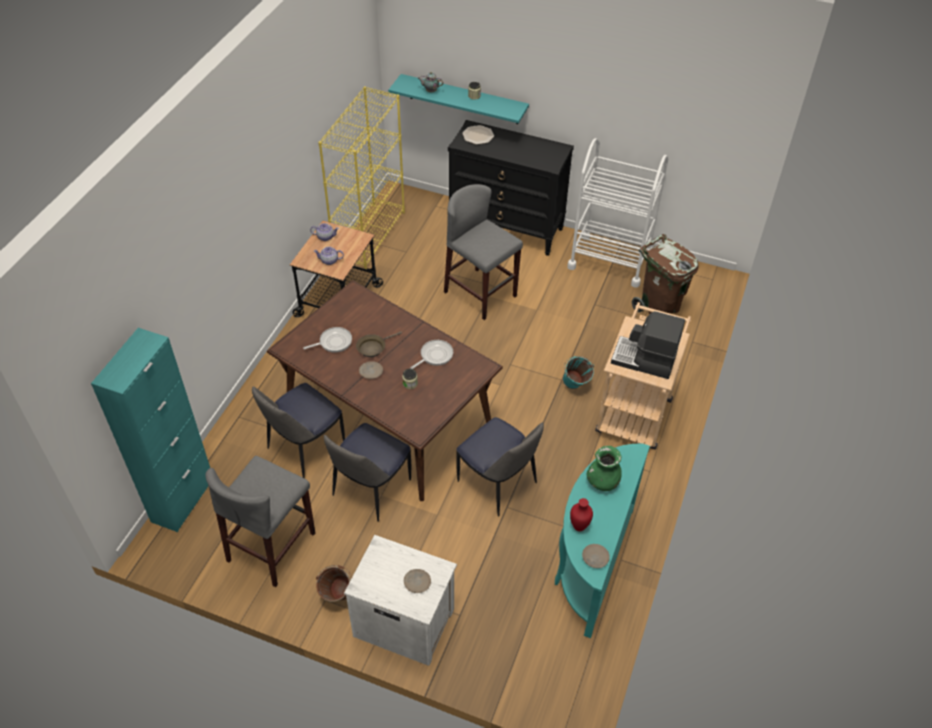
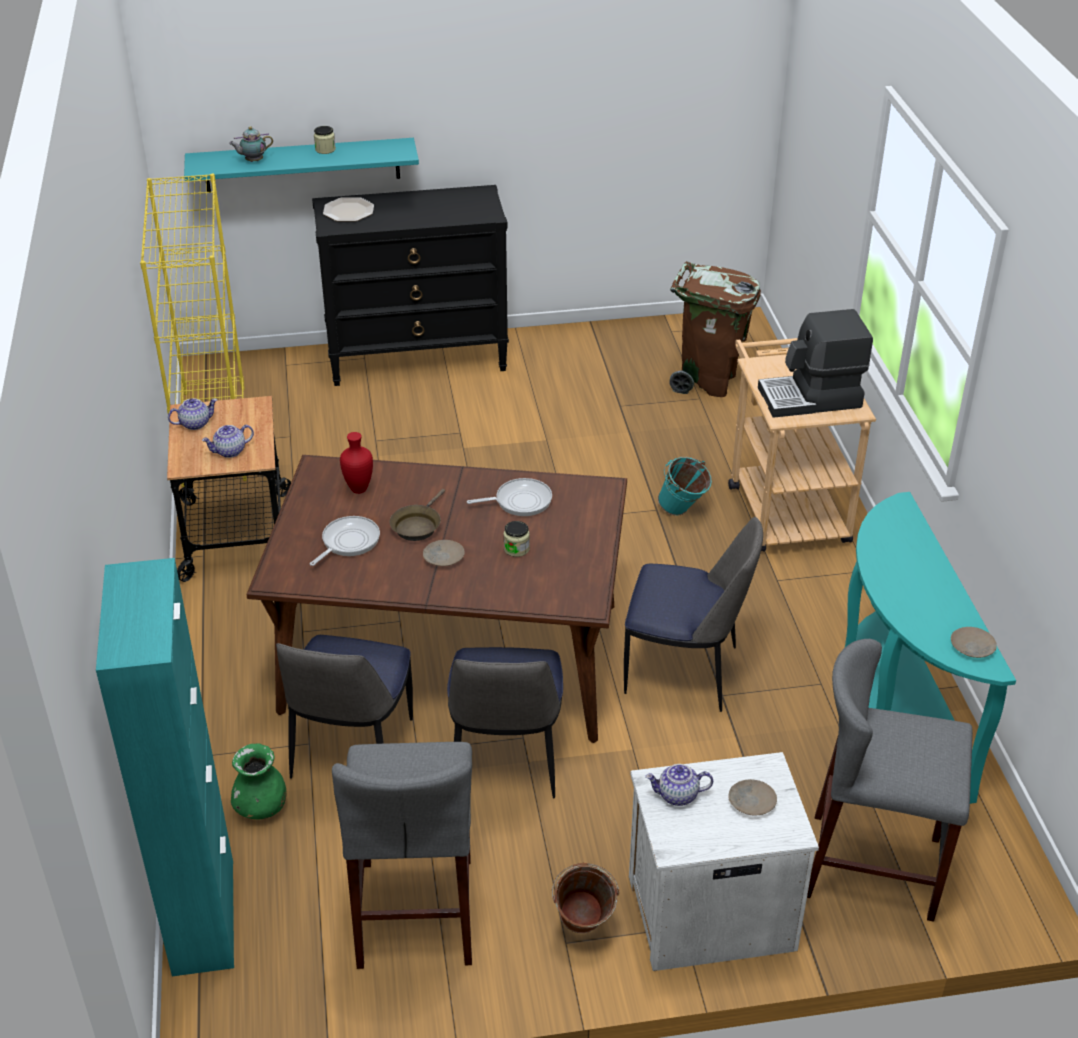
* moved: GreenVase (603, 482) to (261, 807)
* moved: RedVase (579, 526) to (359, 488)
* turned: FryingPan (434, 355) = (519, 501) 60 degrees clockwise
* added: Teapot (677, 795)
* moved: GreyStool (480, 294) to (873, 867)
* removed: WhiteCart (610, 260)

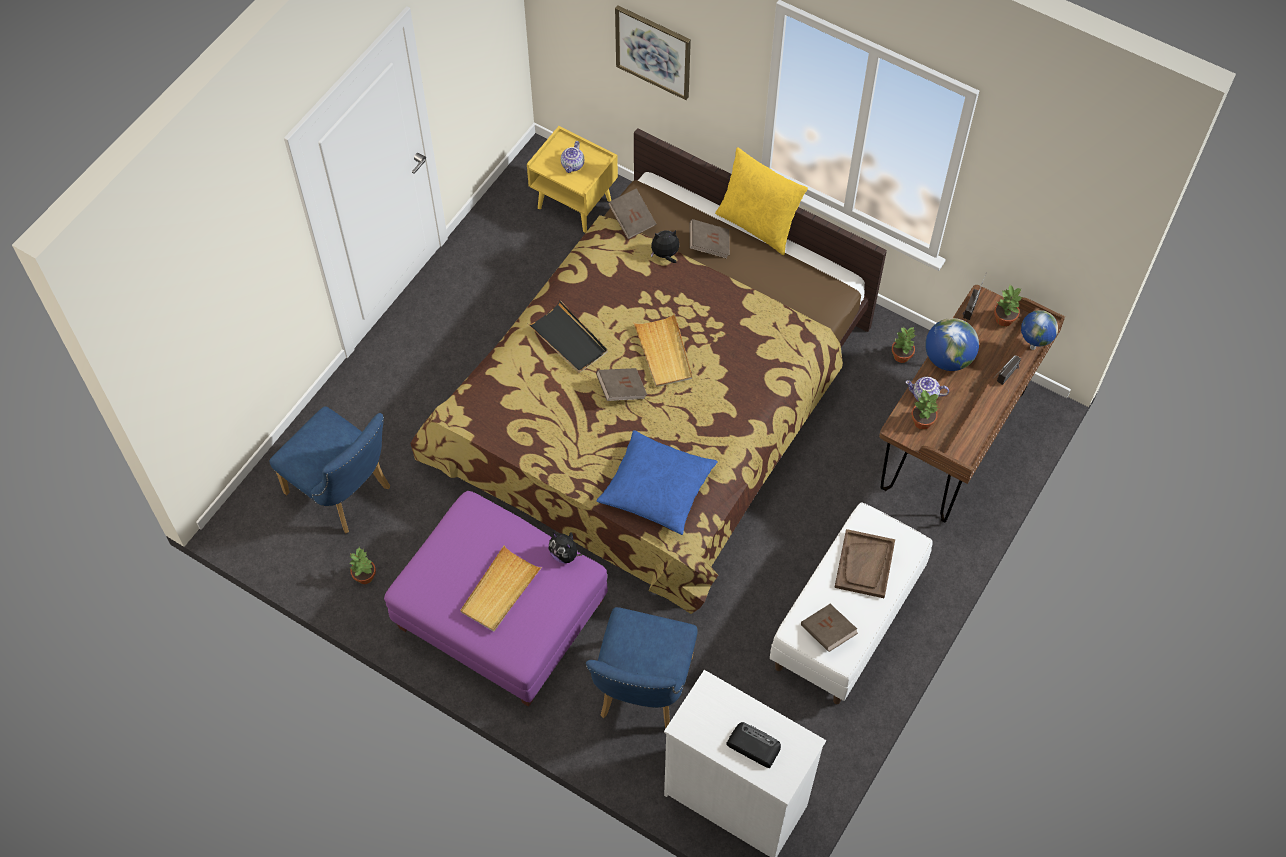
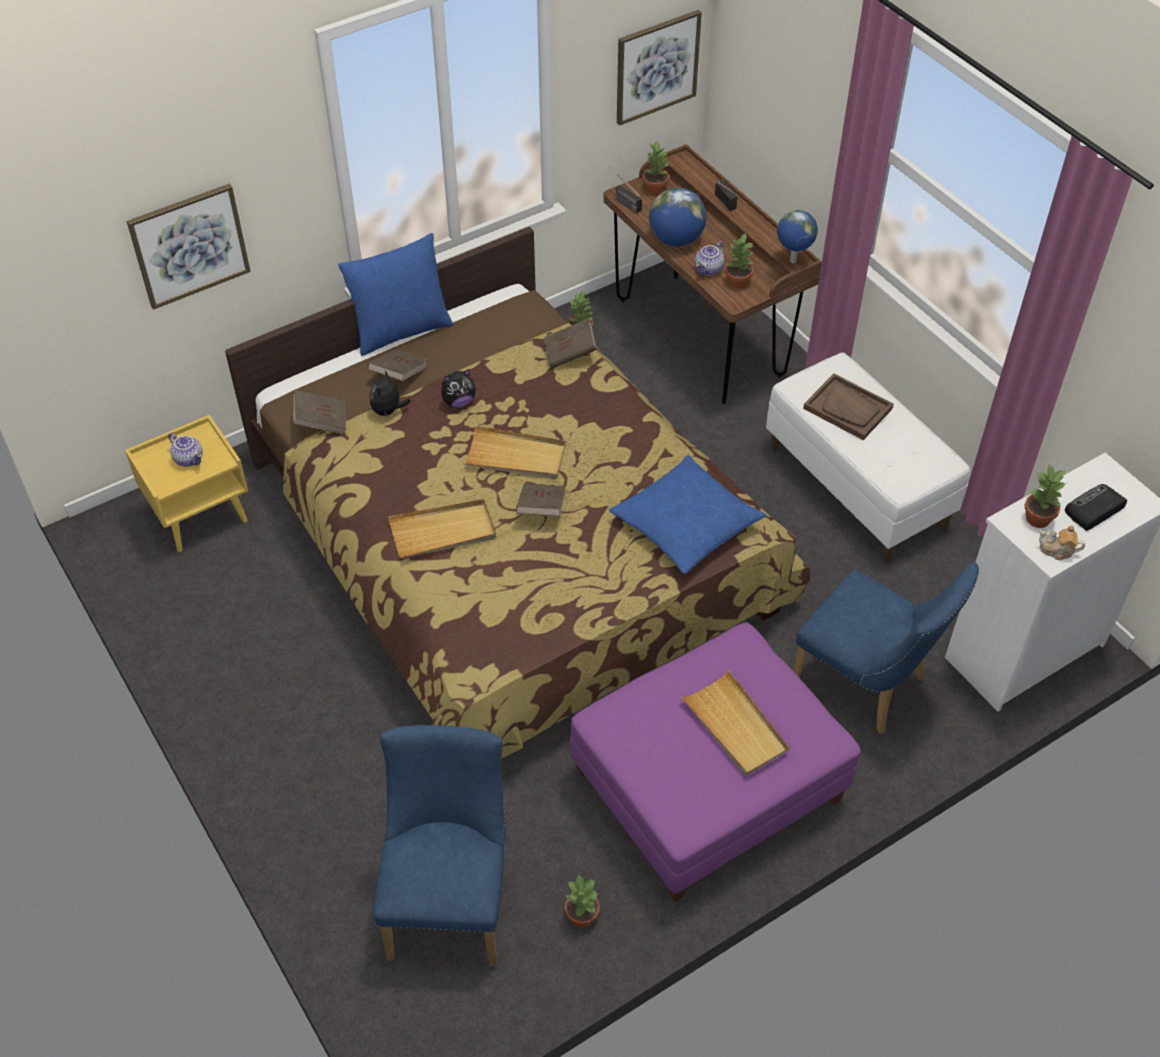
* recoloured: YellowPillow (758, 225) to BluePillow (401, 330)
* turned: BlueChair (344, 494) = (450, 899) 60 degrees counterclockwise
* recoloured: BlackTray (568, 340) to BeigeTray (443, 532)
* moved: PlushToy (565, 554) to (458, 401)
* moved: BrownBook (827, 632) to (570, 354)
* added: Picture (656, 67)
* moved: Globe (1031, 347) to (792, 261)
* added: PottedPlant (1038, 518)
* added: Teapot (1057, 551)

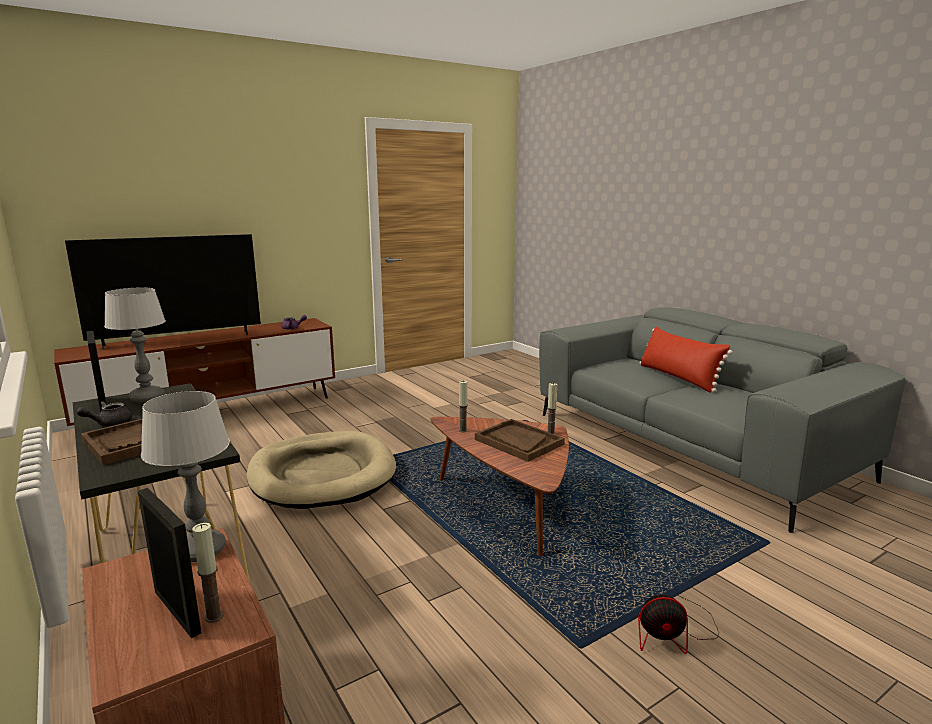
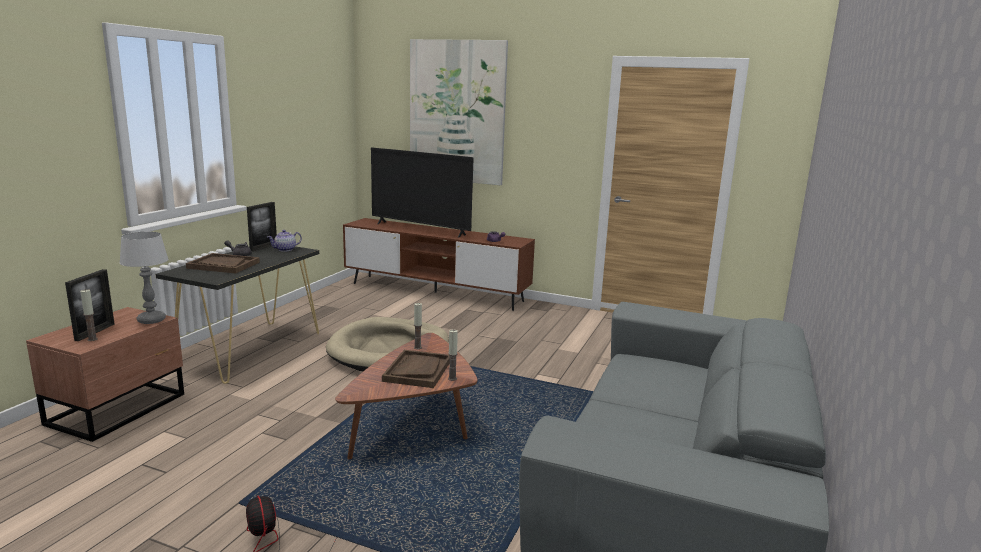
* replaced: TableLamp (148, 397) to Teapot (285, 250)
* added: Picture (457, 112)
* removed: RedPillow (678, 377)

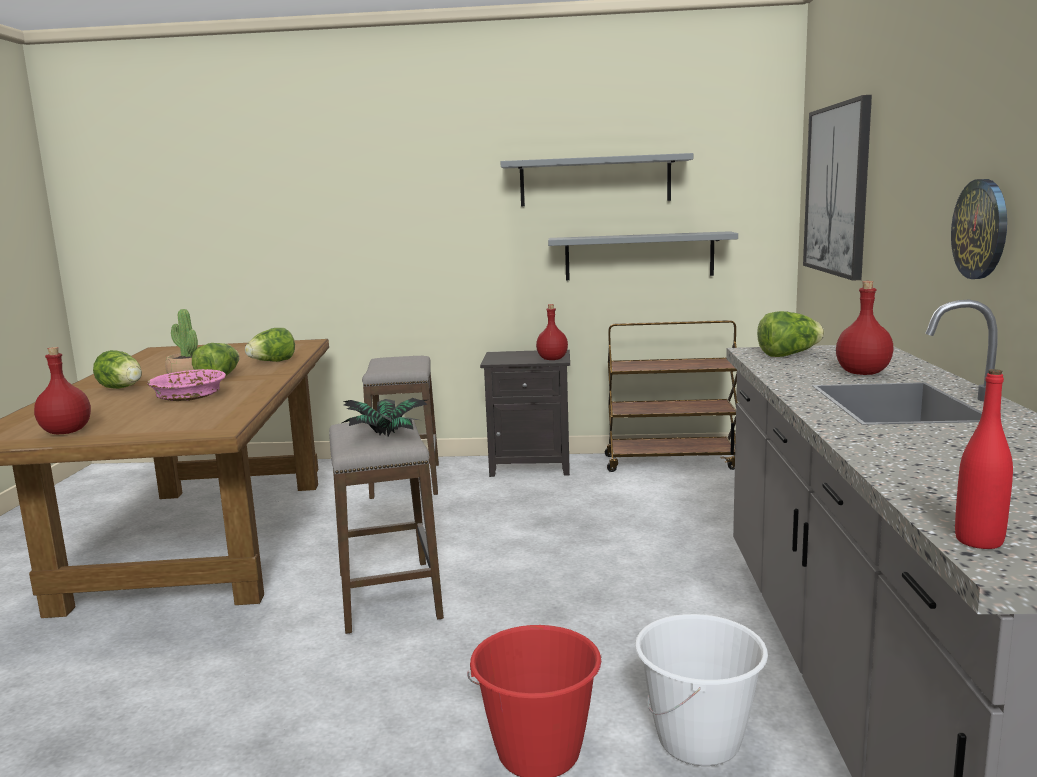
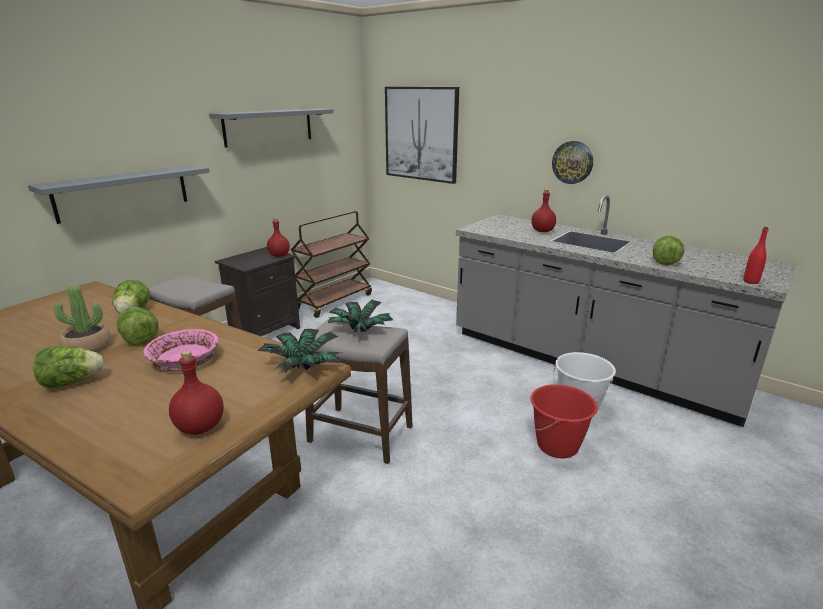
* moved: GreyShelf (639, 256) to (123, 193)
* added: PottedPlant (302, 367)
* moved: Lettuce (788, 355) to (664, 261)

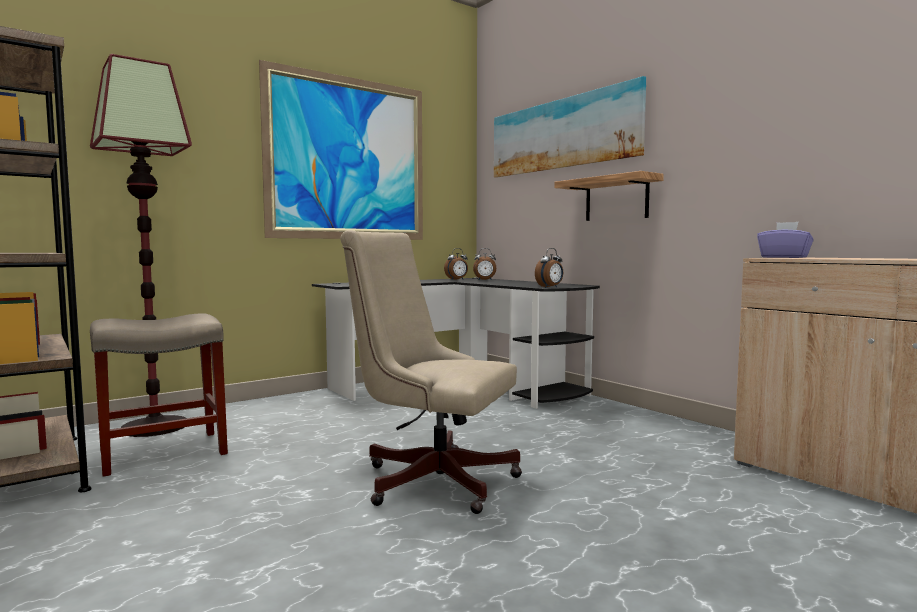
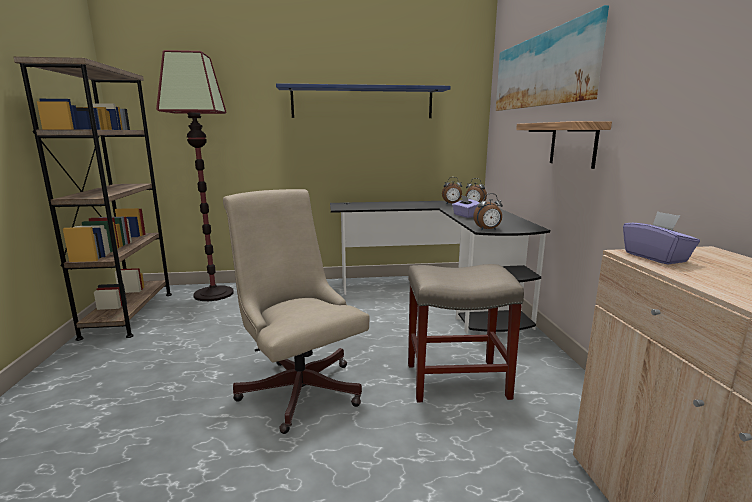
* replaced: Picture (348, 159) to BlueShelf (362, 102)
* moved: BeigeStool (161, 453) to (455, 381)
* added: PurpleTissueBox (465, 215)

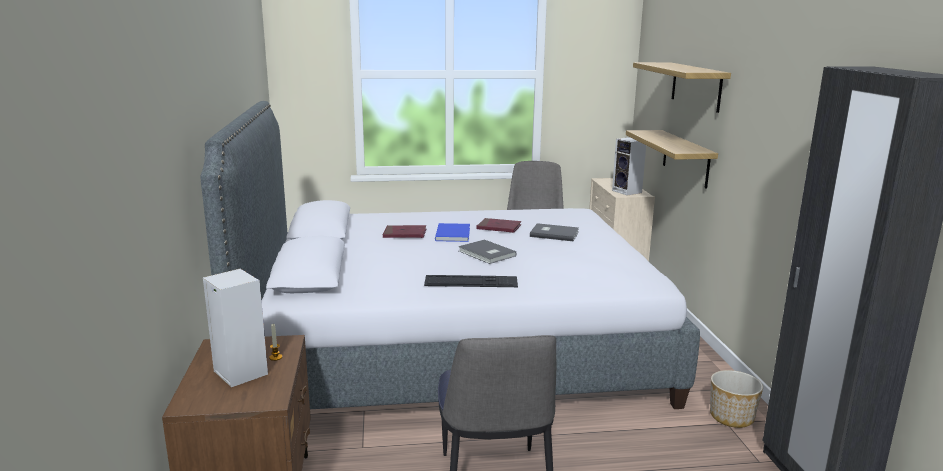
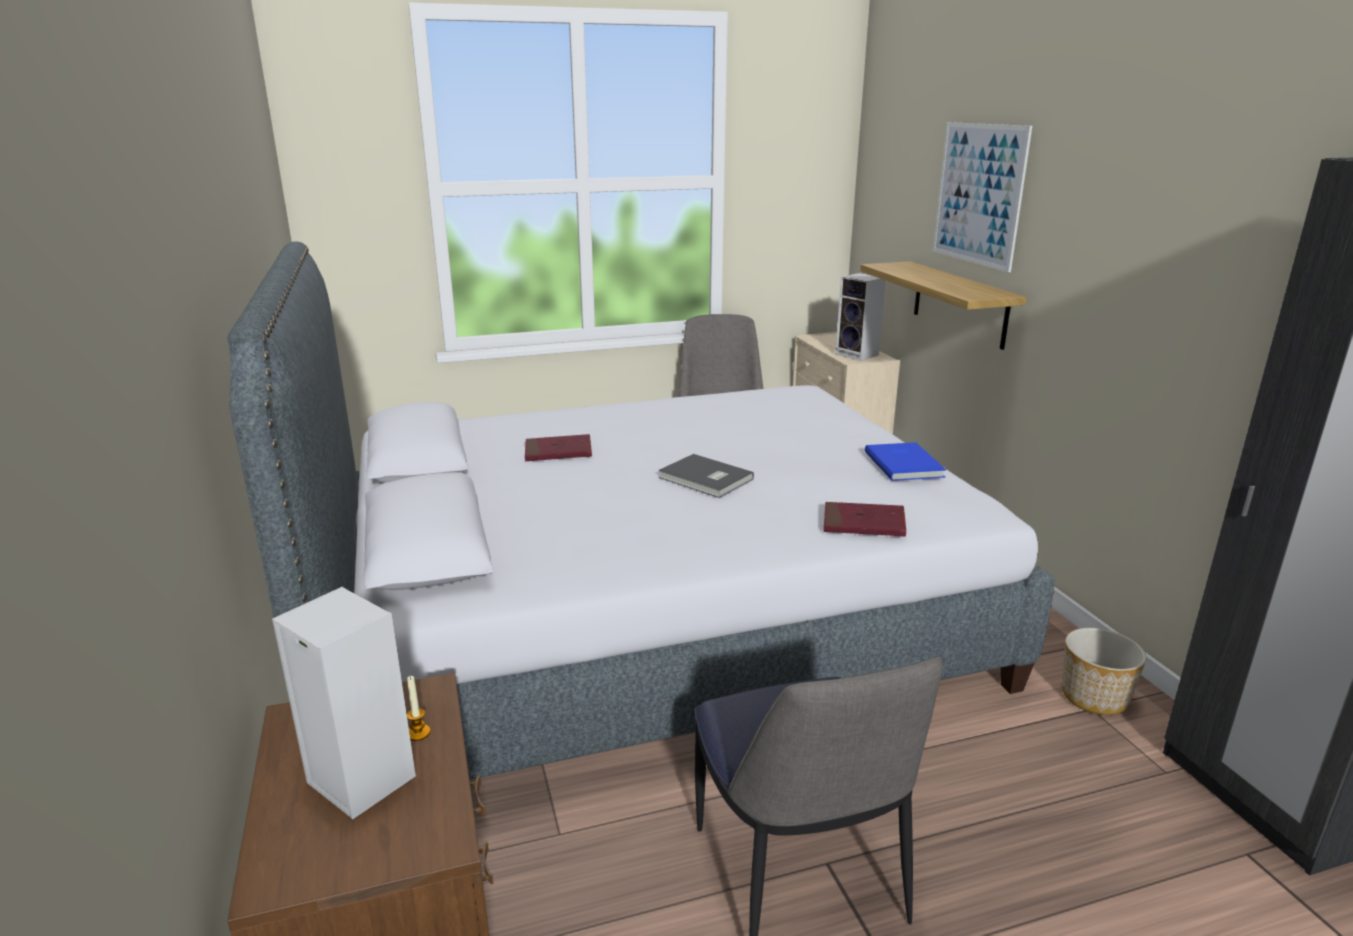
* moved: RedBook (499, 228) to (863, 524)
* moved: BlueBook (454, 234) to (905, 463)
* replaced: Shelf (696, 86) to Picture (978, 194)
* removed: Keyboard (471, 282)
* removed: GreyBook (554, 234)

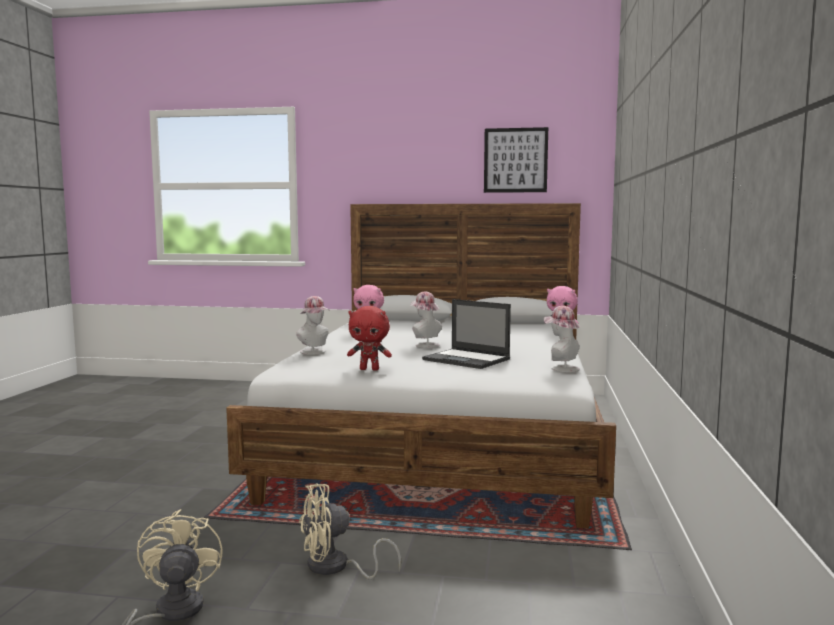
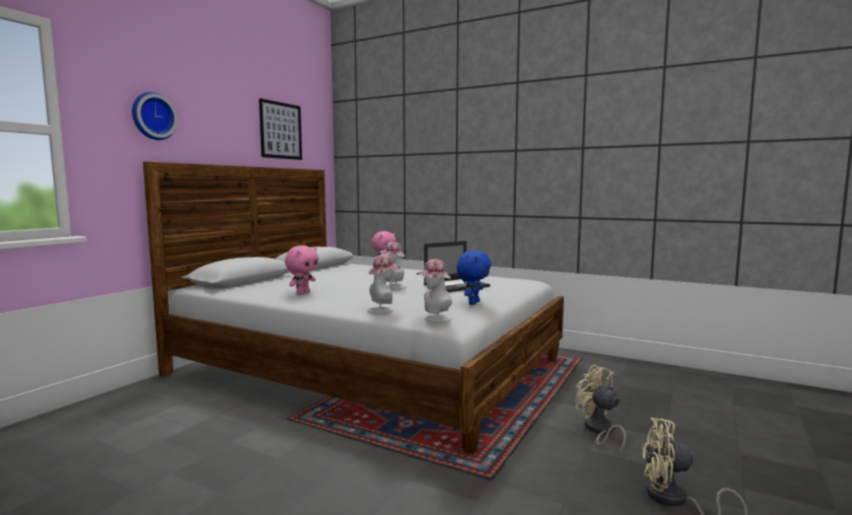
* added: WallClock (152, 116)
* moved: Hat (561, 368) to (434, 319)
* recoloured: RedPlushToy (369, 369) to BluePlushToy (473, 303)
* turned: BeigeFan (336, 568) = (599, 431) 150 degrees clockwise

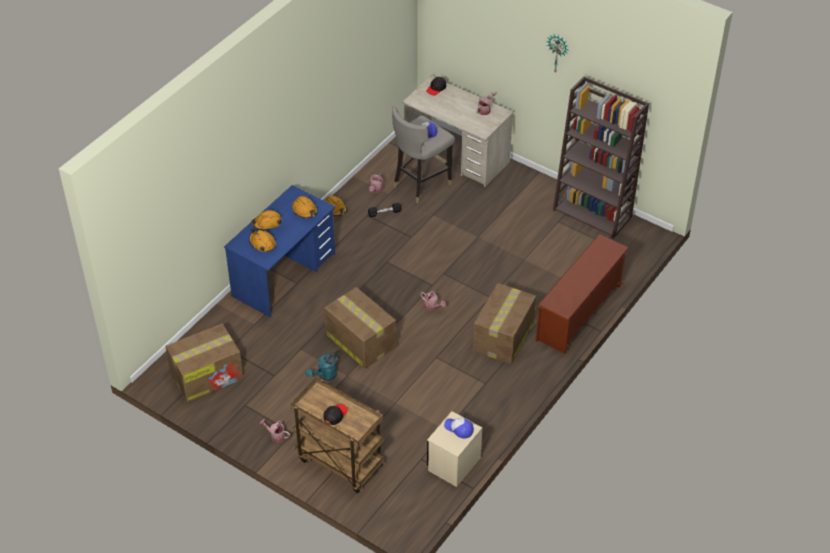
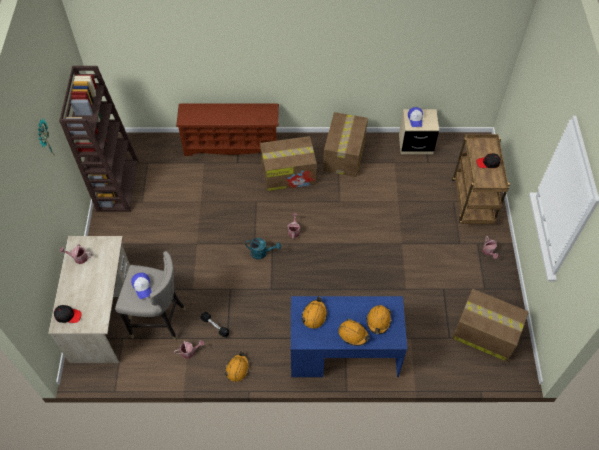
* moved: TurquoiseWateringCan (325, 375) to (262, 253)
* moved: CardboardBox (360, 340) to (344, 156)

